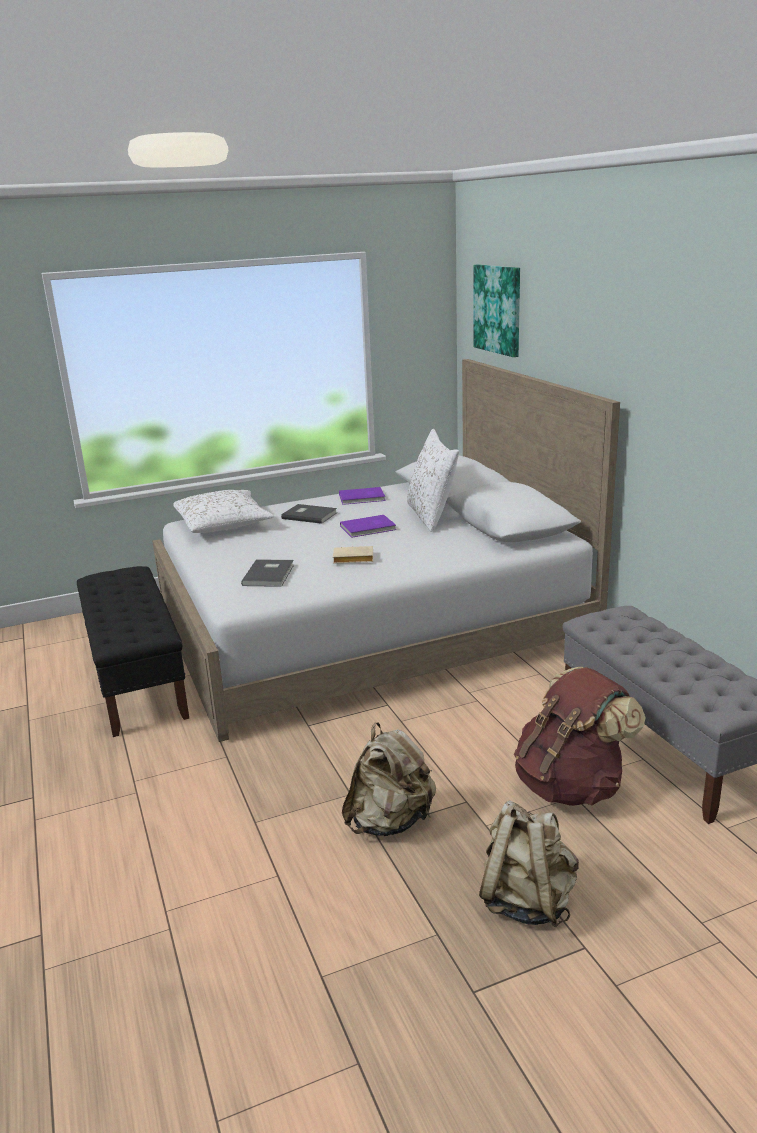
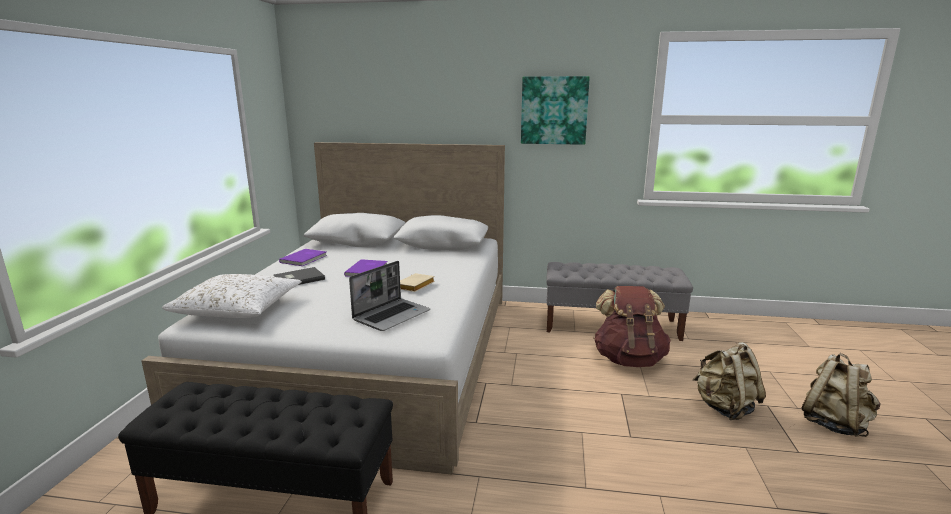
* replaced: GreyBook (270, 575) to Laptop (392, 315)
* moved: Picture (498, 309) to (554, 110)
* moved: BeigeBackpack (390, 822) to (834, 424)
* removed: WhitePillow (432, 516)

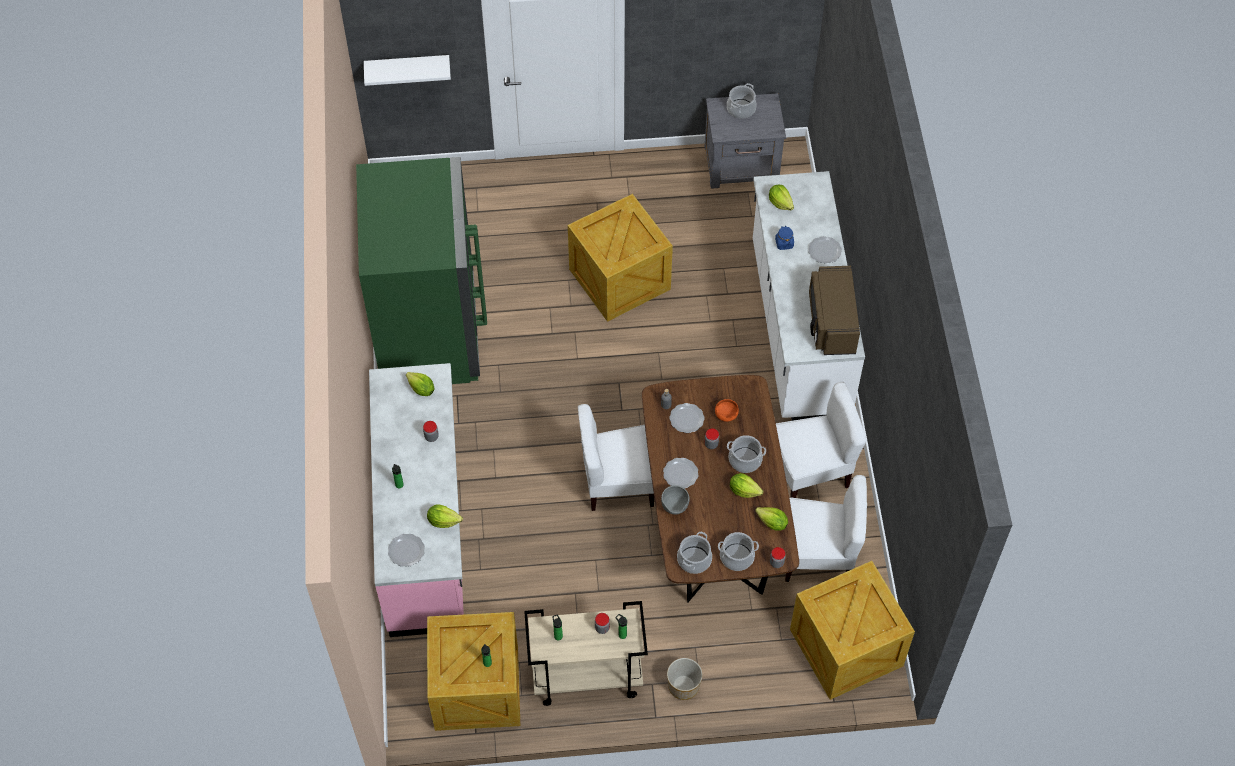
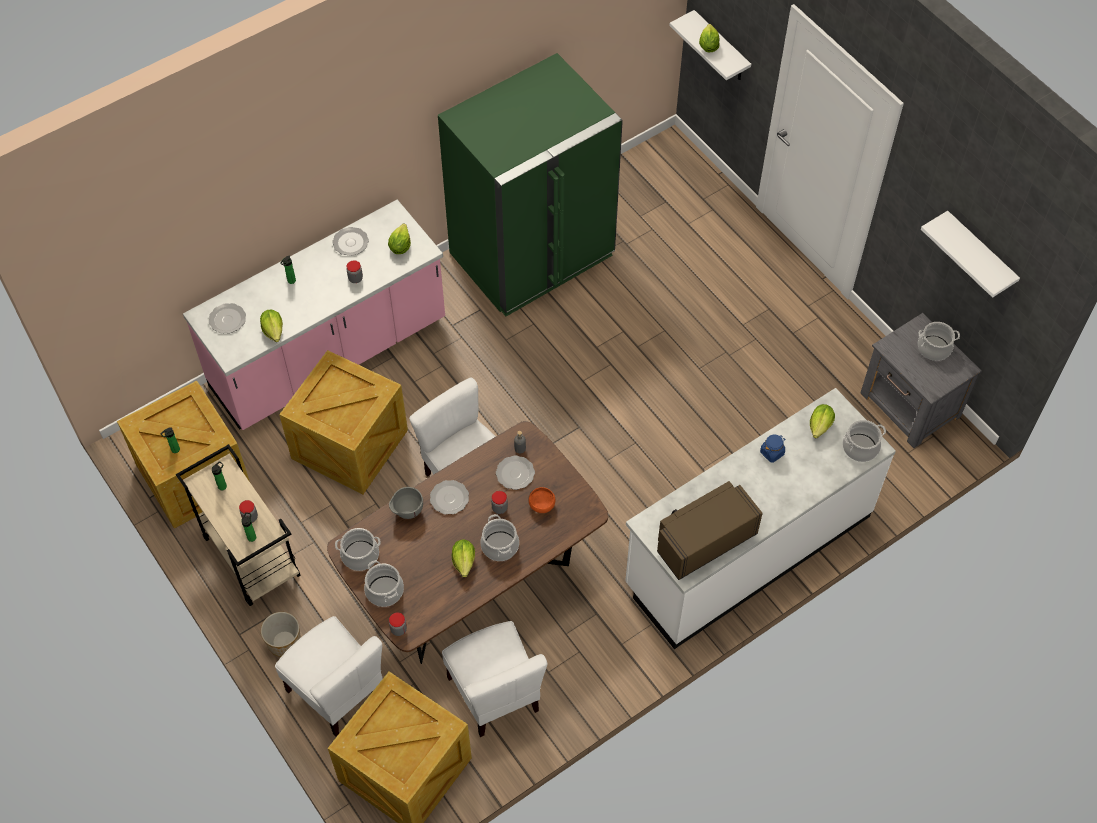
* moved: WhiteChair (811, 471) to (337, 691)
* moved: Crate (619, 280) to (348, 445)
* moved: Plate (824, 251) to (350, 242)
* moved: Lettuce (772, 523) to (708, 46)
* added: CookingPot (860, 447)
* added: WhiteShelf (979, 254)

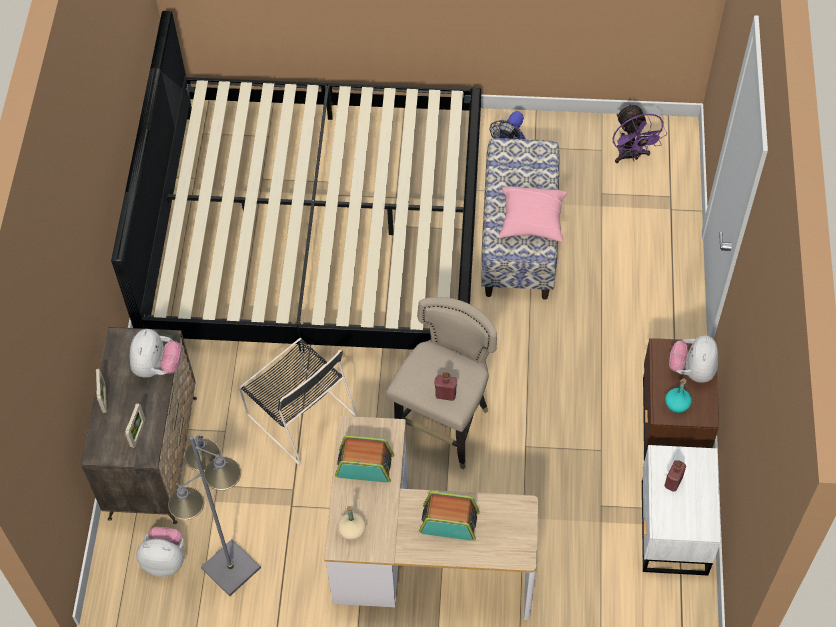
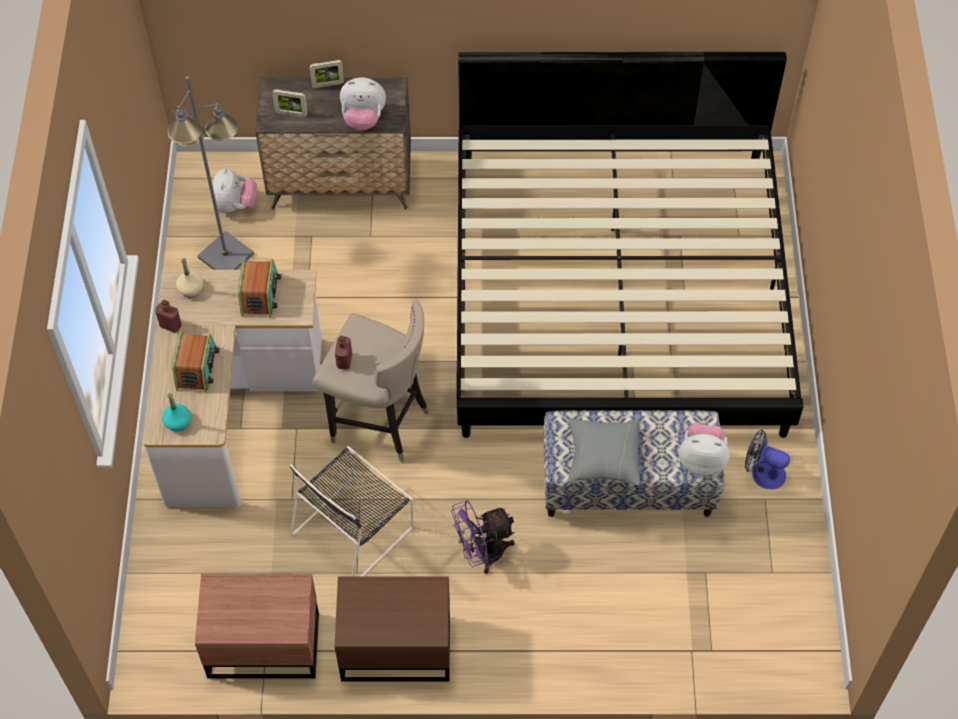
* moved: RedBottle (673, 482) to (170, 325)
* moved: TurquoiseBottle (677, 404) to (178, 422)
* recoloured: WhiteNightstand (672, 529) to BrownNightstand (262, 643)
* moved: BlackChair (299, 413) to (355, 528)
* moved: PurpleFan (631, 156) to (482, 553)
* recoloured: PinkPillow (532, 221) to GreyPillow (603, 457)
* moved: PlushToy (692, 370) to (701, 460)

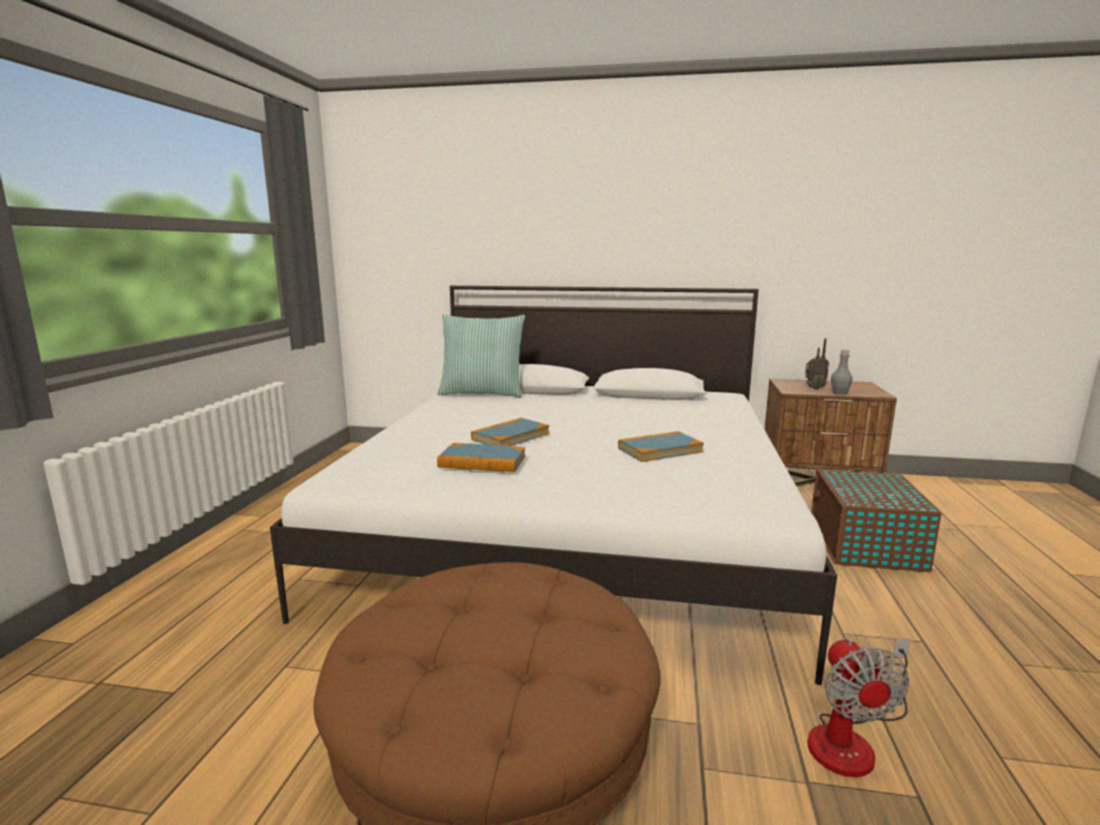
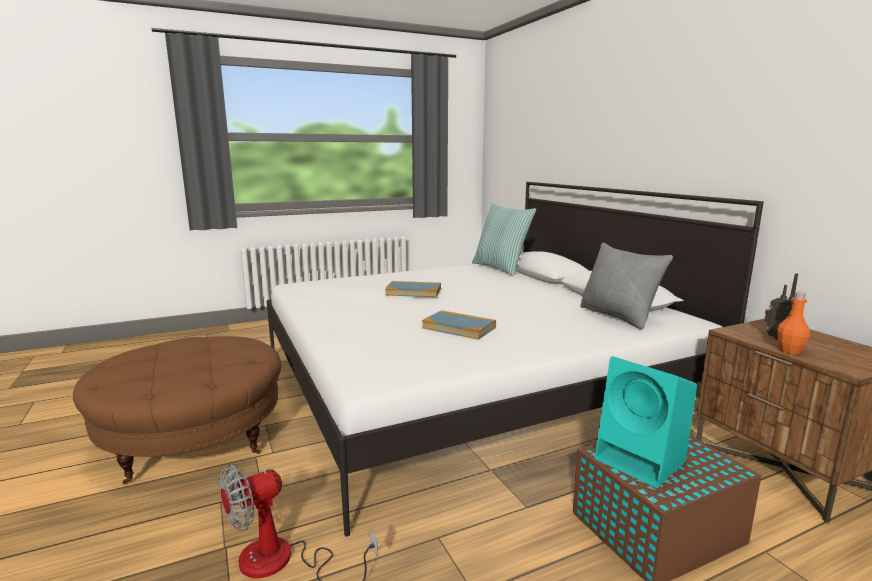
* added: GreyPillow (618, 316)
* added: TurquoiseSpeaker (642, 460)
* recoloured: GreyBottle (839, 393) to OrangeBottle (789, 351)
* removed: Book (482, 461)

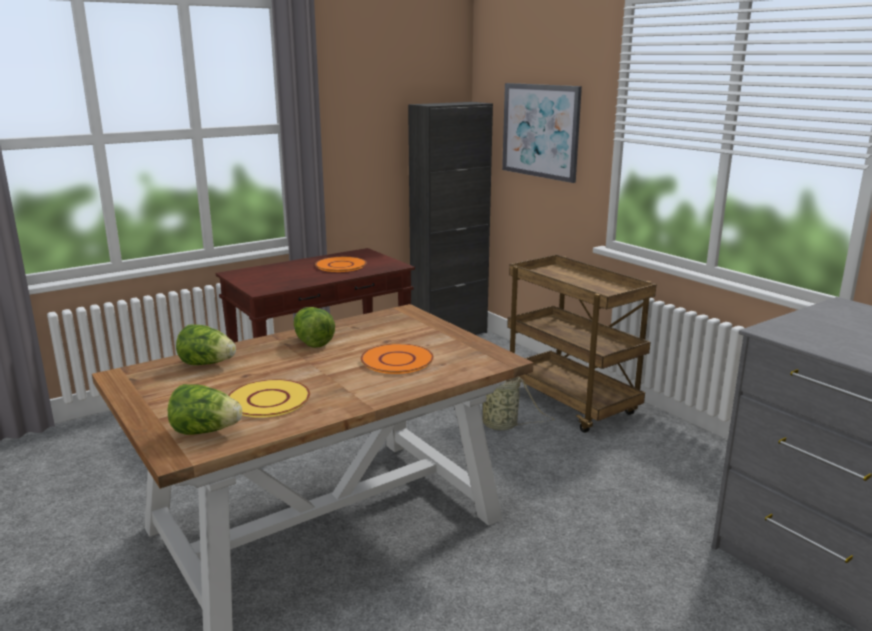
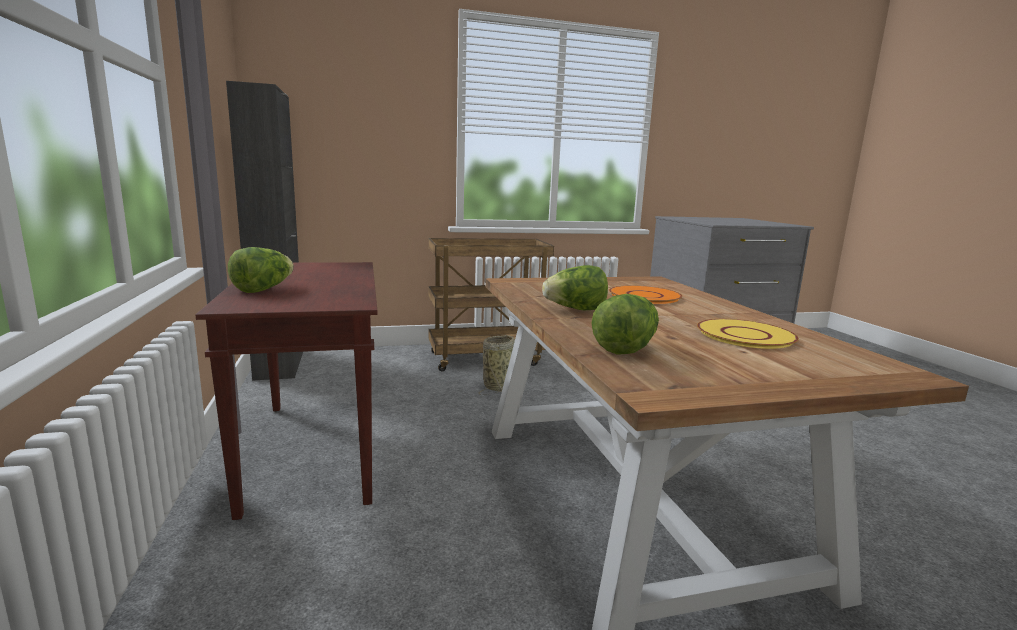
* moved: Lettuce (206, 431) to (263, 289)
* removed: OrangePlate (340, 265)
* removed: Picture (540, 131)

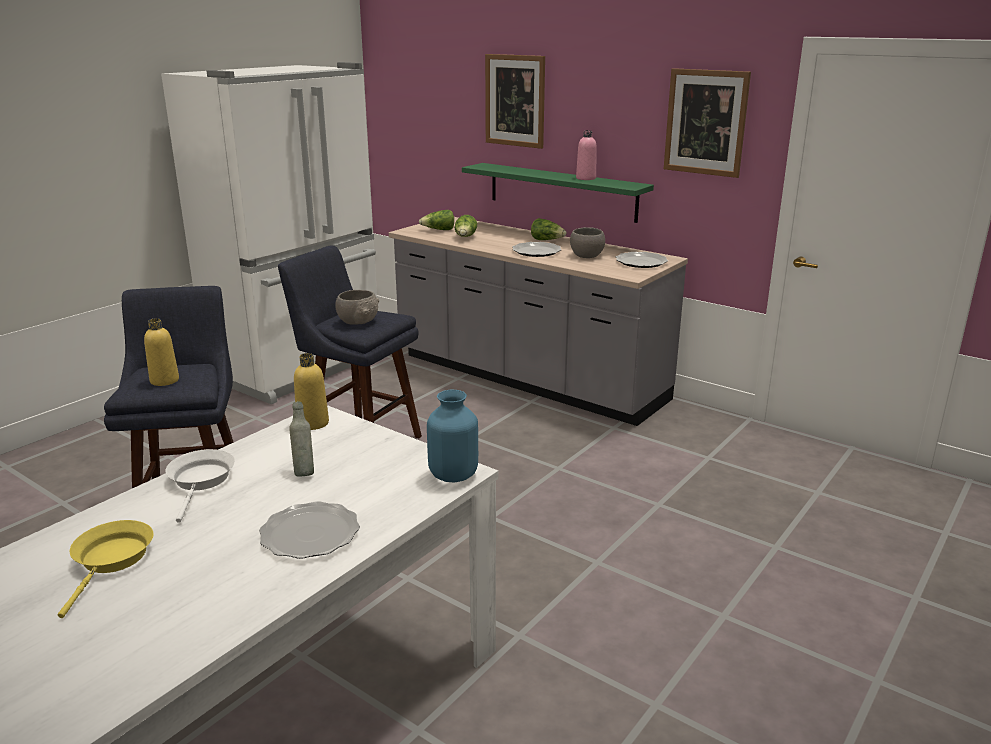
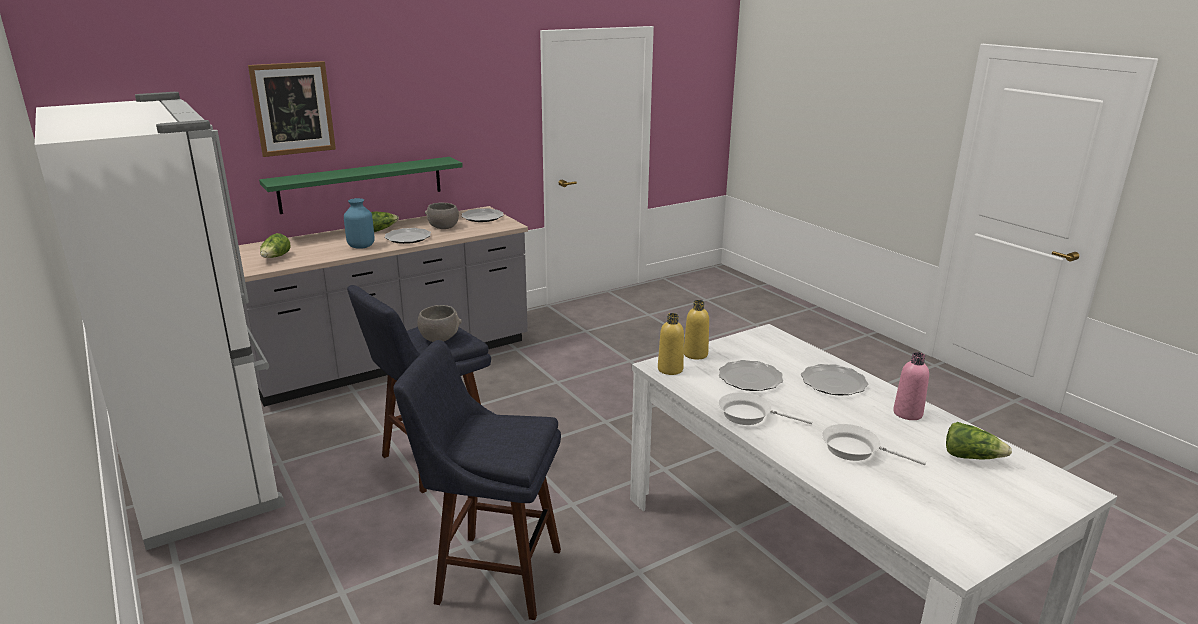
* moved: BlueVase (454, 474) to (361, 246)
* moved: YellowBottle (164, 380) to (695, 354)
* replaced: GreyBottle (304, 472) to Plate (750, 378)
* recoloured: YellowFryingPan (111, 560) to WhiteFryingPan (855, 450)
* moved: PinkBottle (586, 178) to (907, 413)
* moved: Lettuce (465, 237) to (971, 457)
* removed: Picture (705, 122)

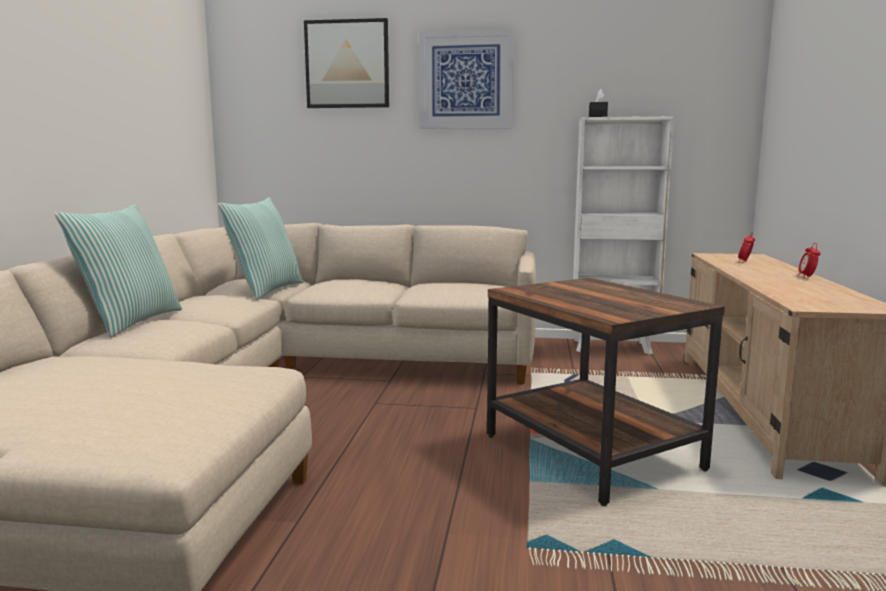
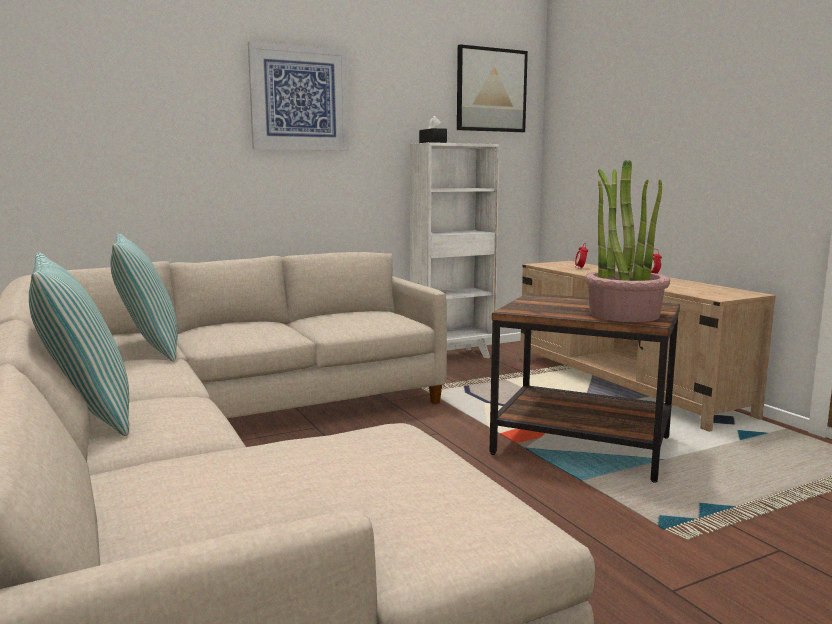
* moved: Picture (347, 64) to (491, 90)
* added: PottedPlant (623, 314)

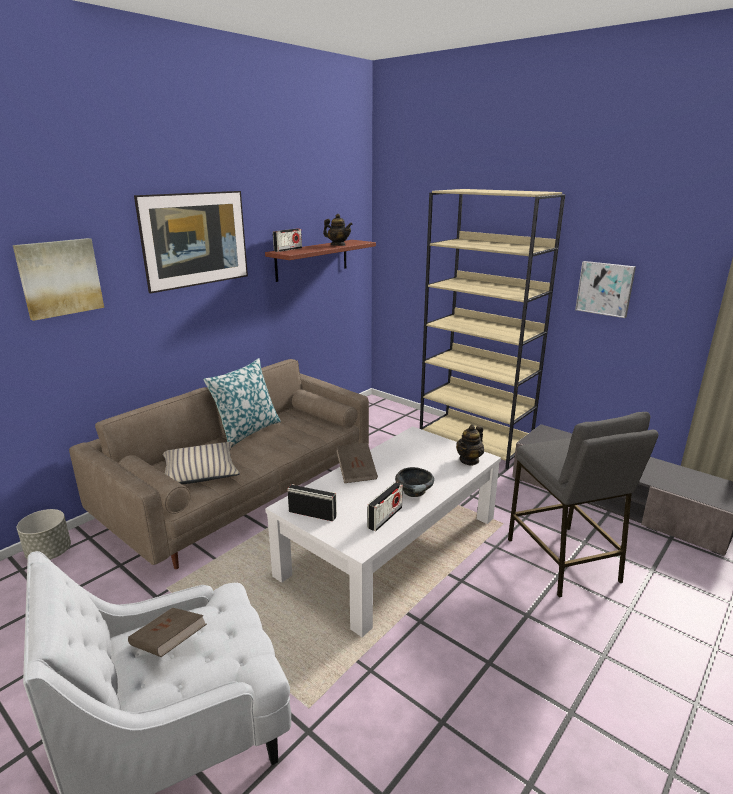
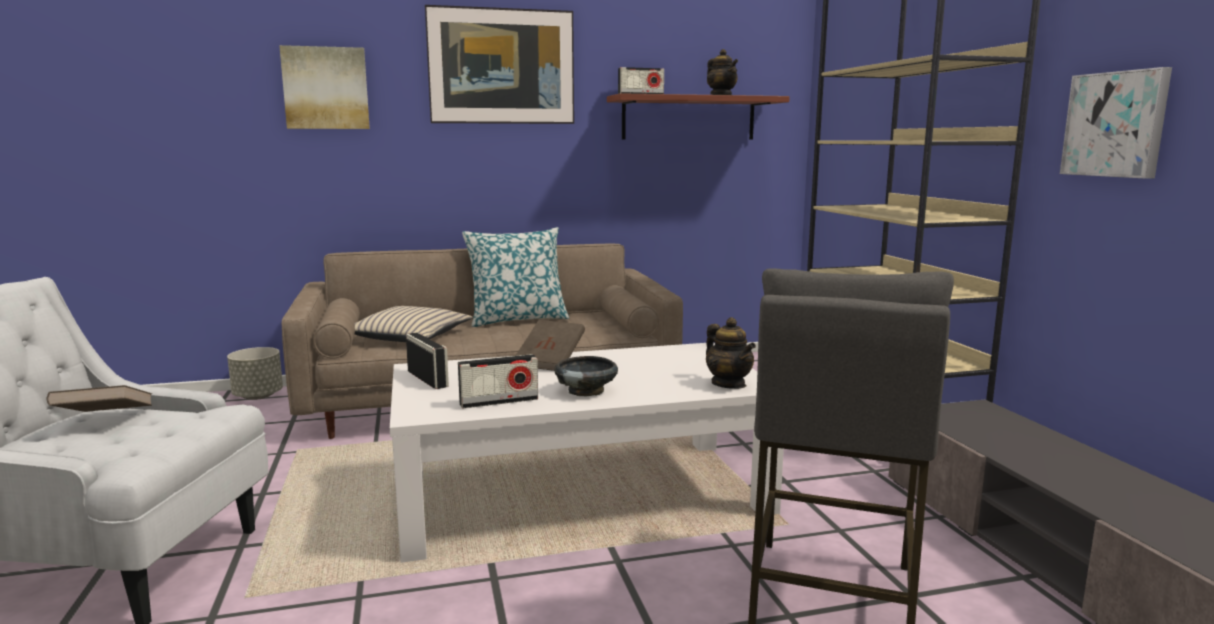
* turned: Teapot (469, 460) = (728, 384) 105 degrees counterclockwise

